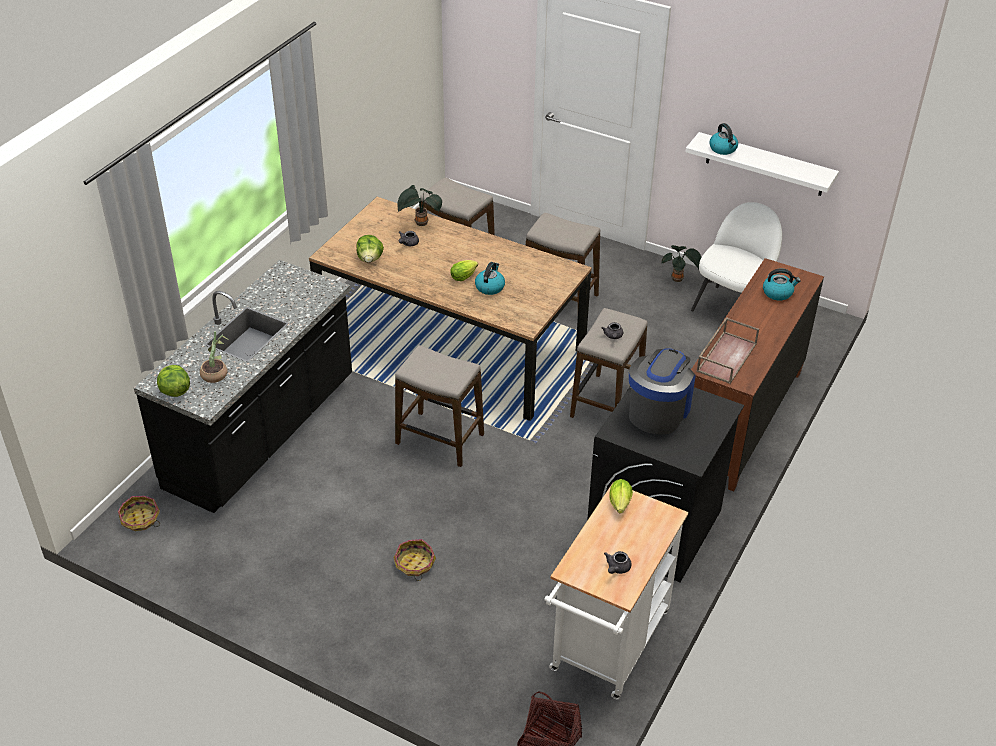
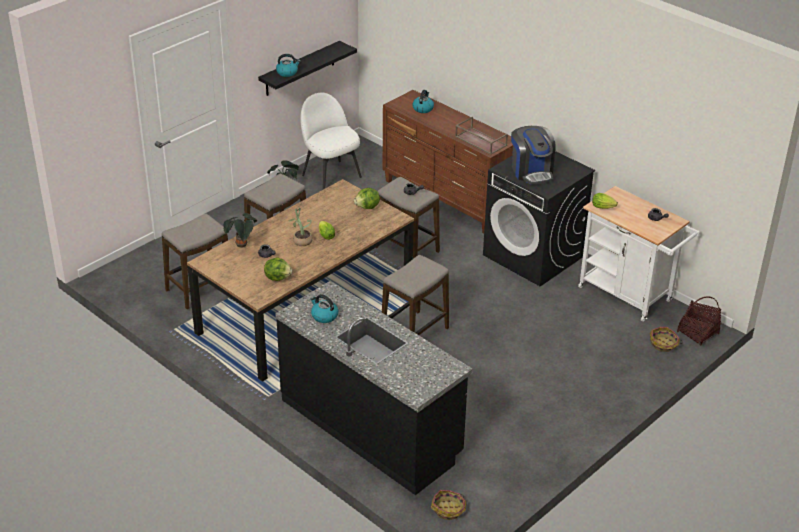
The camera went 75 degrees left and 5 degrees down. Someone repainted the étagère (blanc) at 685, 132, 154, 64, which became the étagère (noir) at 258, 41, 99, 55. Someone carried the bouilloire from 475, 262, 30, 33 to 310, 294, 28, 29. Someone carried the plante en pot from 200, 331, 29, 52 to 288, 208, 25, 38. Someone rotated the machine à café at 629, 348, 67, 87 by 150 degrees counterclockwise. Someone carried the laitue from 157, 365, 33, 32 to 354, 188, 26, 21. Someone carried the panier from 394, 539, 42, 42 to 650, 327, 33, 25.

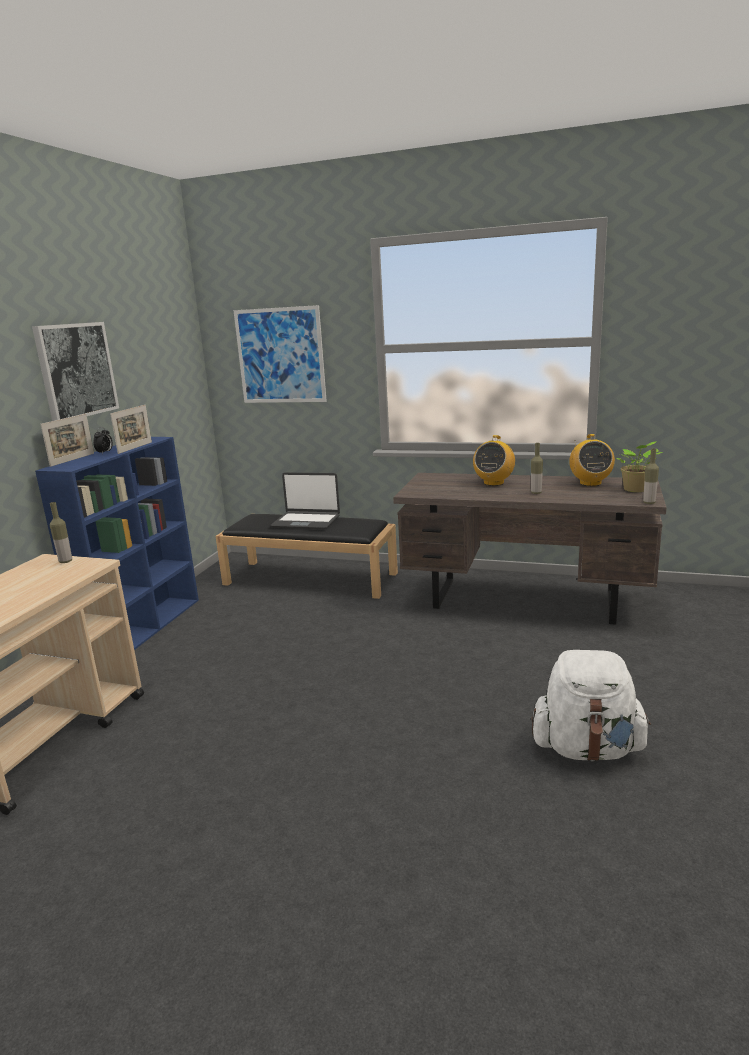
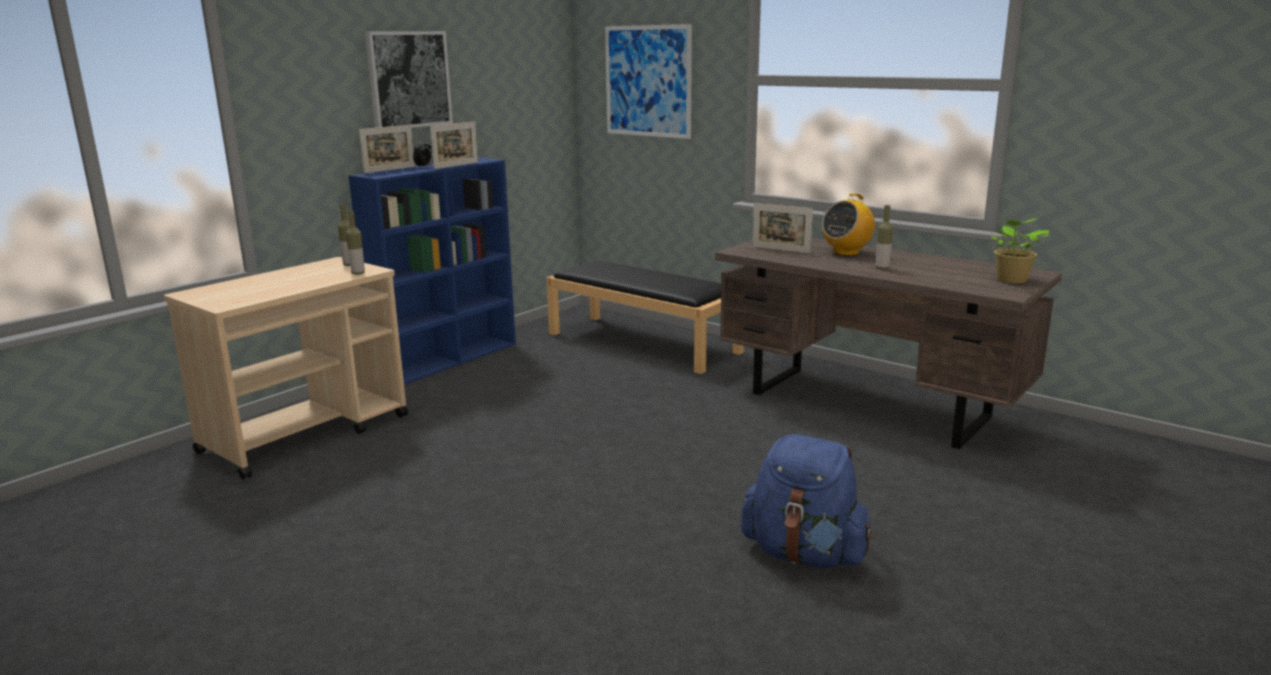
The camera went 20 degrees right and 0 degrees up. Someone took away the radio at 569, 434, 46, 52. Someone carried the bouteille from 643, 448, 16, 56 to 346, 210, 19, 65. Someone took away the ordinateur portable at 270, 472, 70, 58. Someone repainted the sac à dos (blanc) at 531, 650, 120, 111, which became the sac à dos (bleu) at 741, 434, 133, 134. Someone put down the cadre photo at 752, 203, 61, 50.

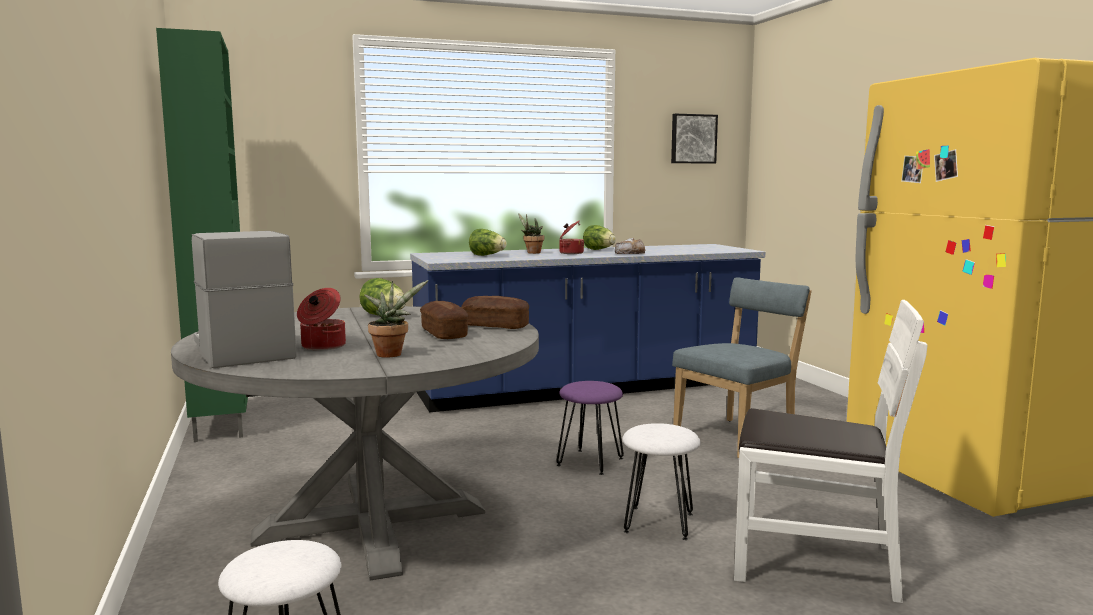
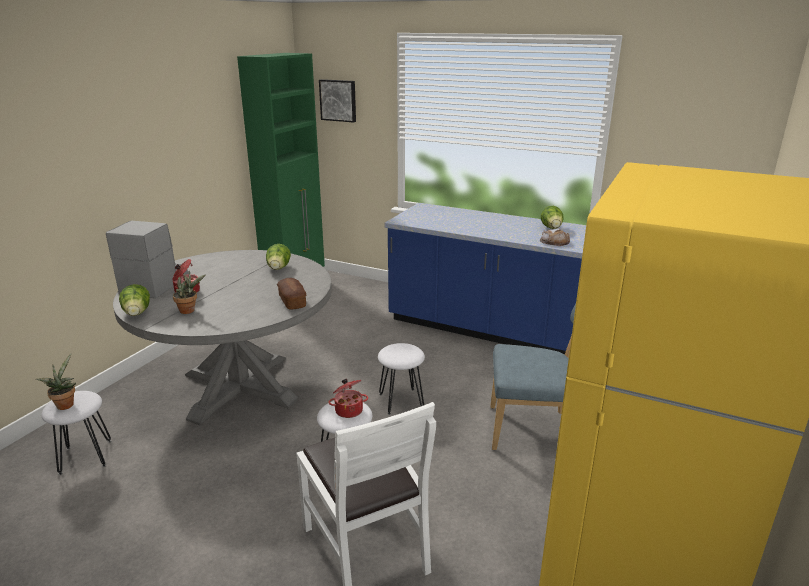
The camera went 45 degrees right and 15 degrees up. Someone carried the tableau from 671, 114, 47, 50 to 319, 79, 37, 44. Someone carried the plante en pot from 518, 213, 26, 41 to 36, 354, 40, 56. Someone carried the marmite from 559, 221, 25, 33 to 329, 379, 39, 39. Someone carried the laitue from 469, 229, 38, 27 to 119, 284, 31, 32. Someone took away the pain at 420, 301, 49, 38. Someone repainted the tabouret (violet) at 556, 381, 68, 94, which became the tabouret (blanc) at 378, 343, 47, 72.

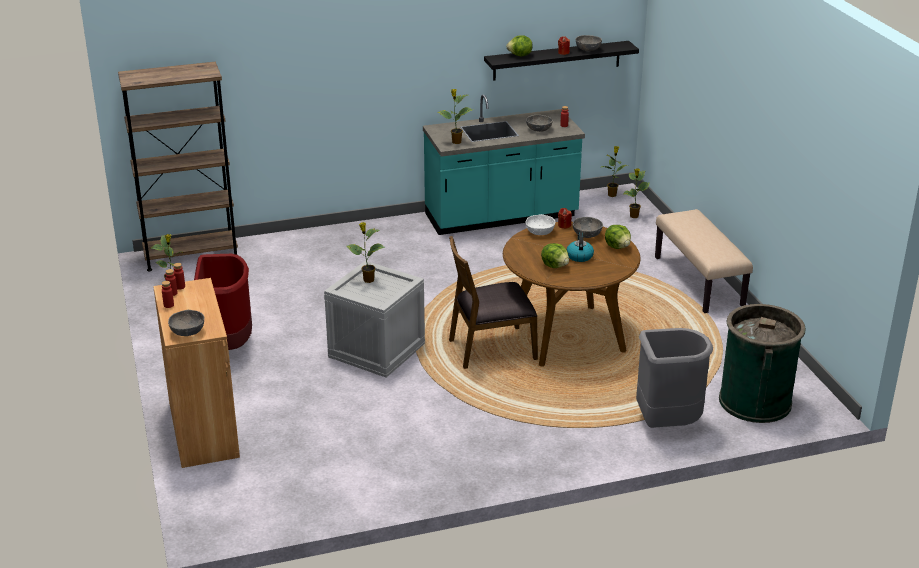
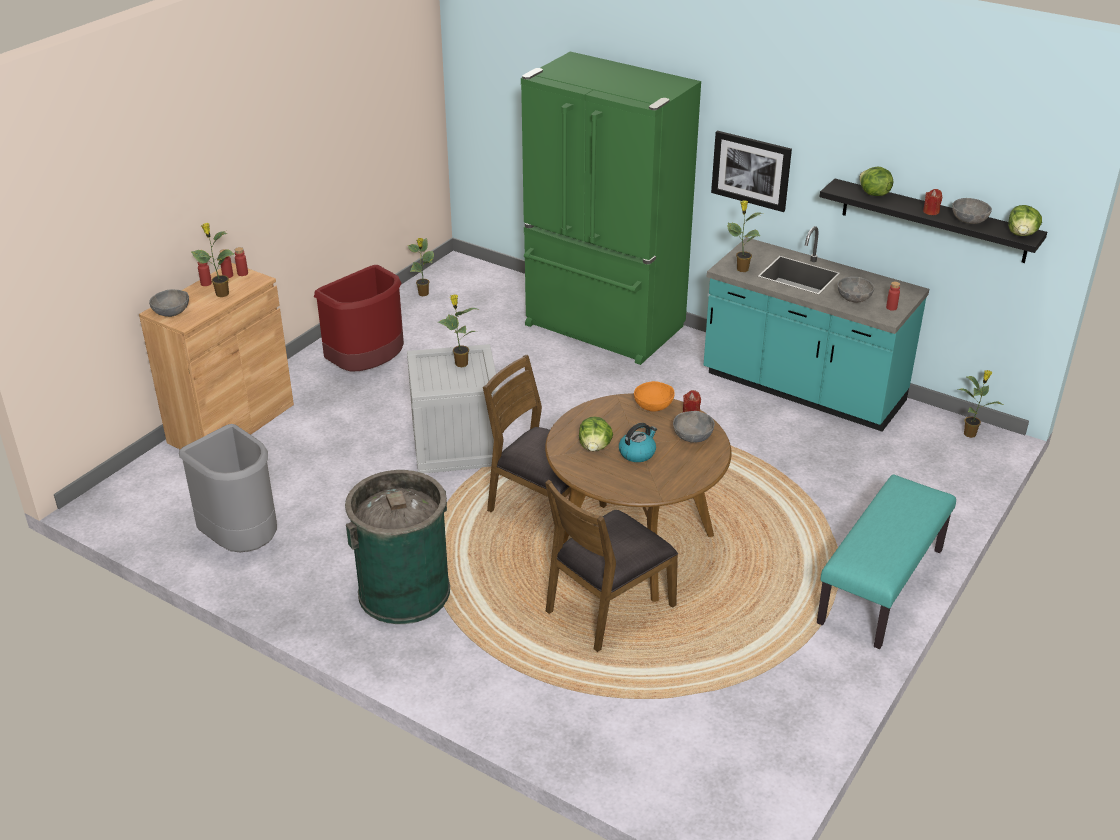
The camera went 50 degrees right and 5 degrees up. Someone took away the bibliothèque (marron) at 118, 62, 120, 209. Someone carried the plante en pot from 623, 168, 27, 50 to 191, 223, 43, 74. Someone repainted the banc (beige) at 655, 209, 98, 104, which became the banc (turquoise) at 817, 474, 139, 175. Someone repainted the bol (blanc) at 526, 214, 29, 21, which became the bol (orange) at 634, 381, 41, 31. Someone carried the laitue from 605, 225, 26, 24 to 1009, 205, 33, 31. Someone carried the poubelle (vert) from 719, 304, 87, 119 to 345, 470, 105, 154. Someone carried the poubelle (gris) from 636, 328, 77, 100 to 179, 424, 98, 128. Someone put down the réfrigérateur (vert) at 521, 52, 180, 313. Someone put up the tableau at 711, 131, 81, 81. Someone put down the chaise (marron) at 545, 480, 133, 172.

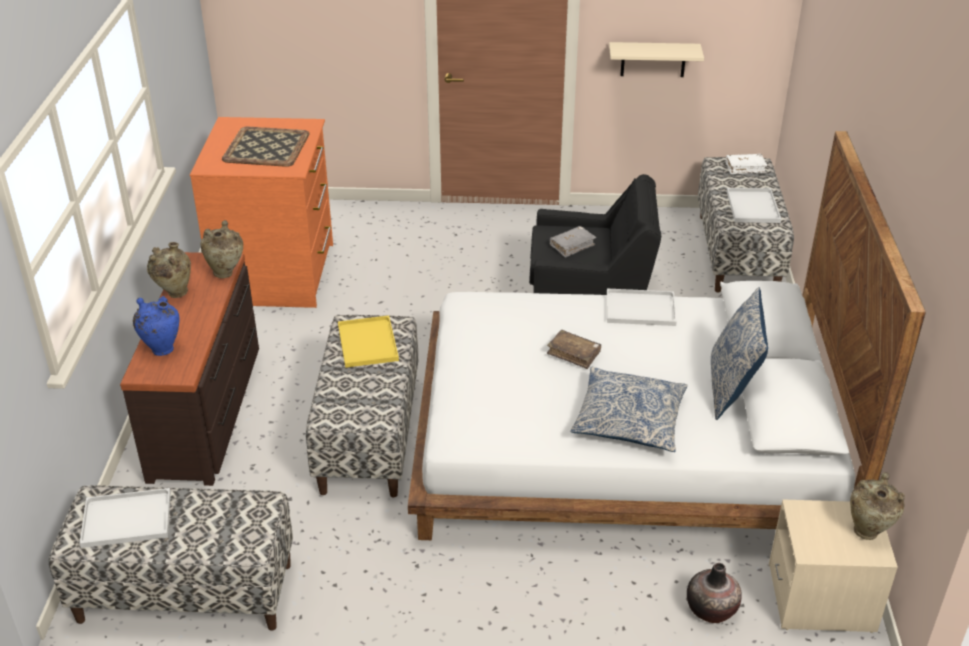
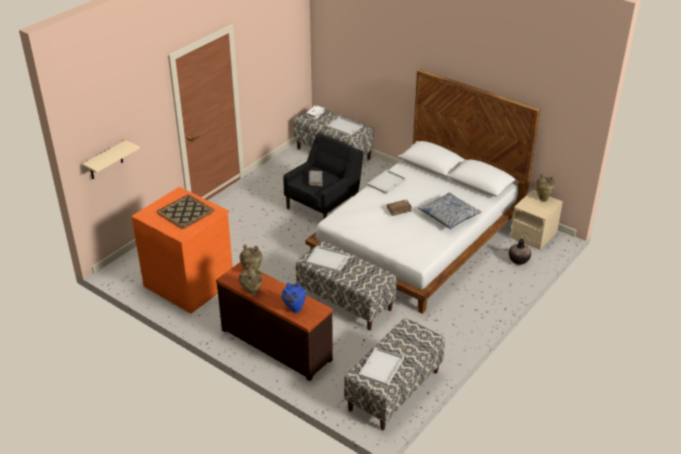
The camera went 55 degrees left and 0 degrees up. Someone carried the étagère (beige) from 609, 42, 95, 35 to 82, 140, 58, 39. Someone took away the coussin at 711, 287, 57, 133. Someone repainted the plateau (jaune) at 338, 315, 61, 53, which became the plateau (blanc) at 306, 246, 44, 26.

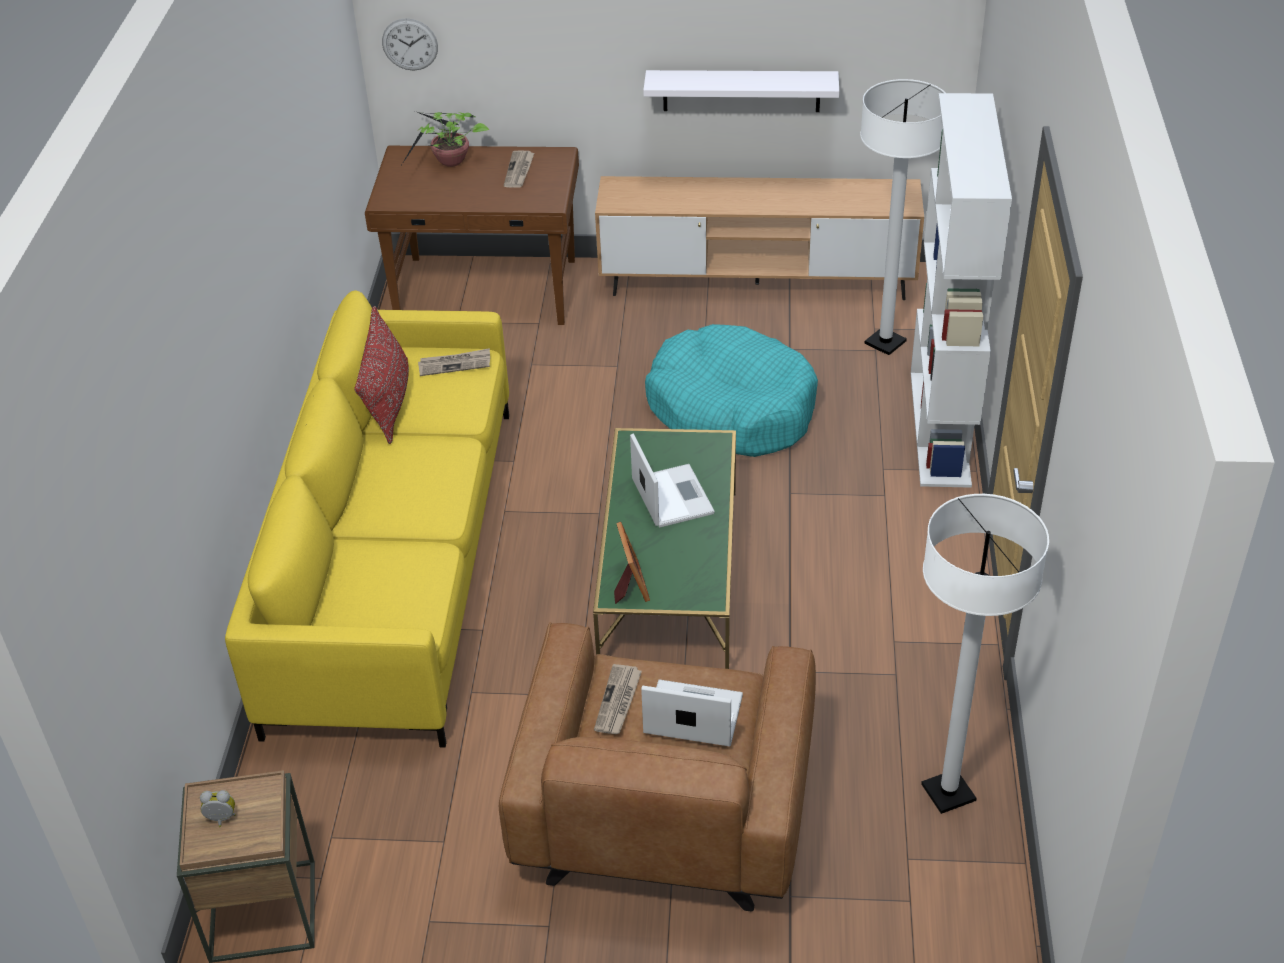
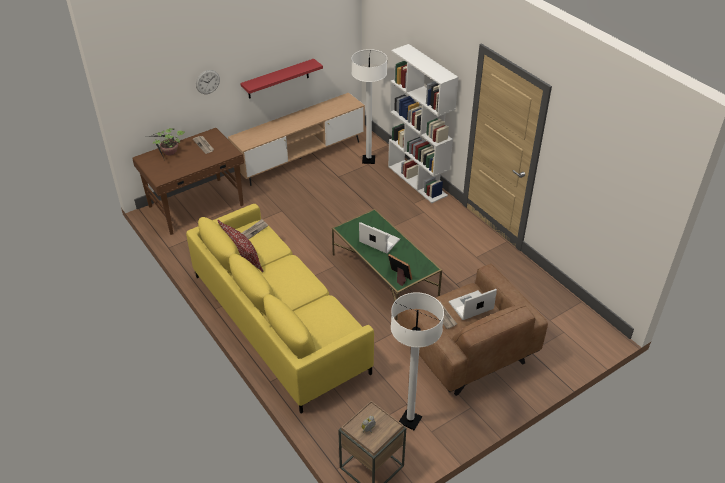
The camera went 40 degrees left and 0 degrees up. Someone carried the horloge murale from 382, 18, 56, 53 to 196, 70, 24, 24. Someone repainted the étagère (blanc) at 643, 70, 196, 42, which became the étagère (rouge) at 240, 59, 83, 40. Someone took away the panier pour chien (turquoise) at 645, 324, 173, 133. Someone carried the lampadaire (blanc) from 921, 494, 128, 320 to 391, 292, 53, 138.

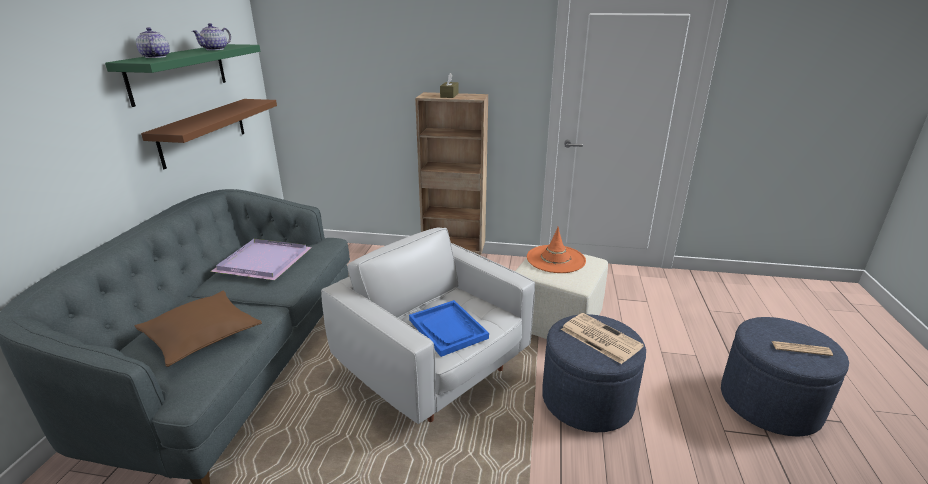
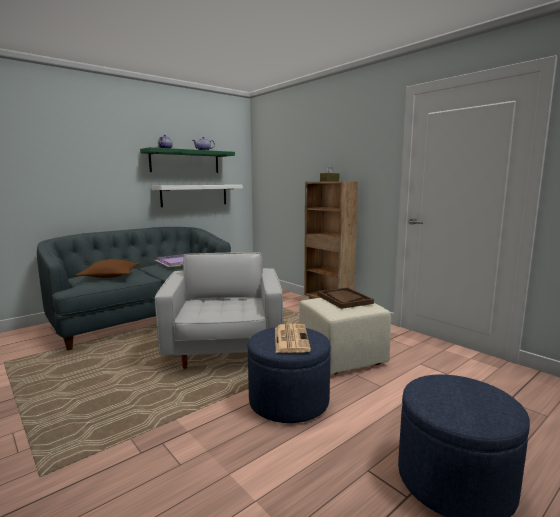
The camera went 40 degrees right and 15 degrees down. Someone repainted the étagère (marron) at 141, 99, 136, 70, which became the étagère (blanc) at 152, 185, 91, 22. Someone swapped the chapeau (orange) at 527, 227, 59, 46 for the plateau (marron) at 317, 287, 57, 22. Someone took away the plateau (bleu) at 409, 300, 80, 57. Someone took away the journal at 772, 341, 61, 15.

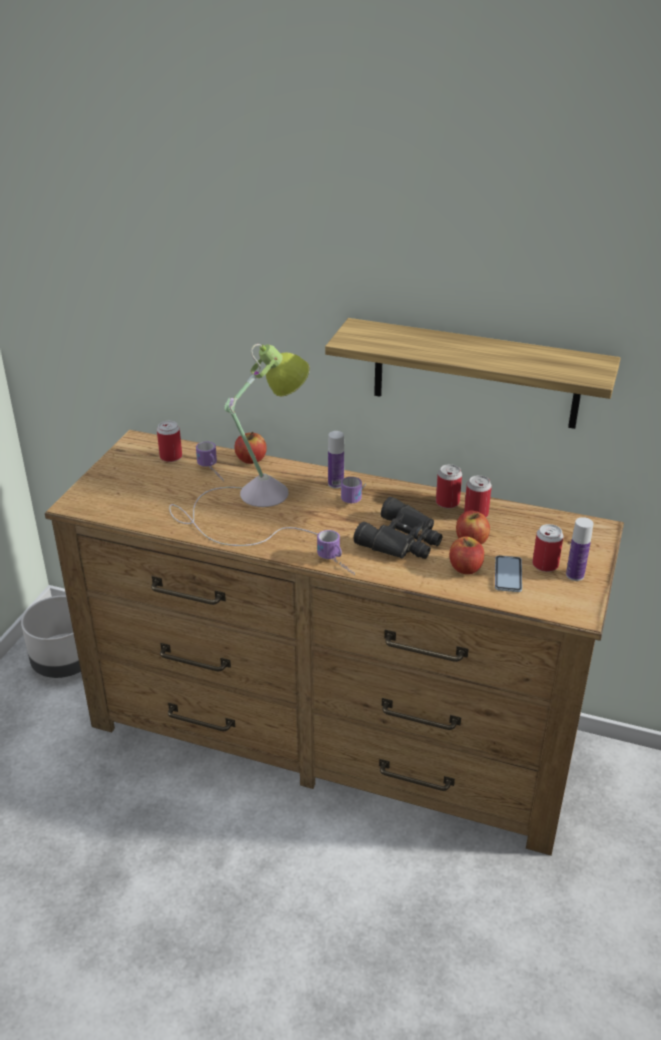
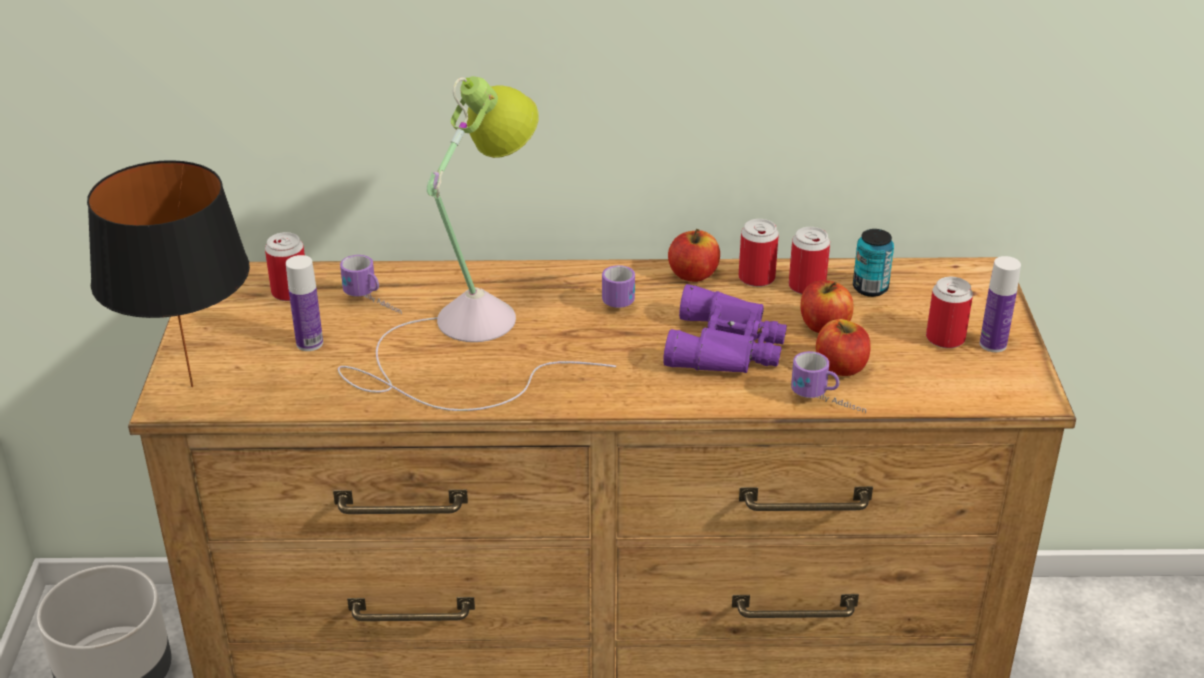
The camera went 20 degrees left and 0 degrees up. Someone took away the étagère at 325, 318, 296, 111. Someone carried the bouteille from 328, 431, 16, 58 to 286, 255, 37, 96. Someone carried the pomme from 234, 432, 33, 32 to 668, 229, 52, 53. Someone repainted the jumelles (noir) at 353, 497, 89, 62, which became the jumelles (violet) at 663, 284, 124, 89. Someone carried the mug from 317, 530, 38, 45 to 791, 351, 75, 62. Someone took away the téléphone at 495, 555, 27, 37. Someone put down the lampe de table (noir) at 87, 160, 163, 227. Someone put down the boîte métallique at 853, 229, 41, 68.

